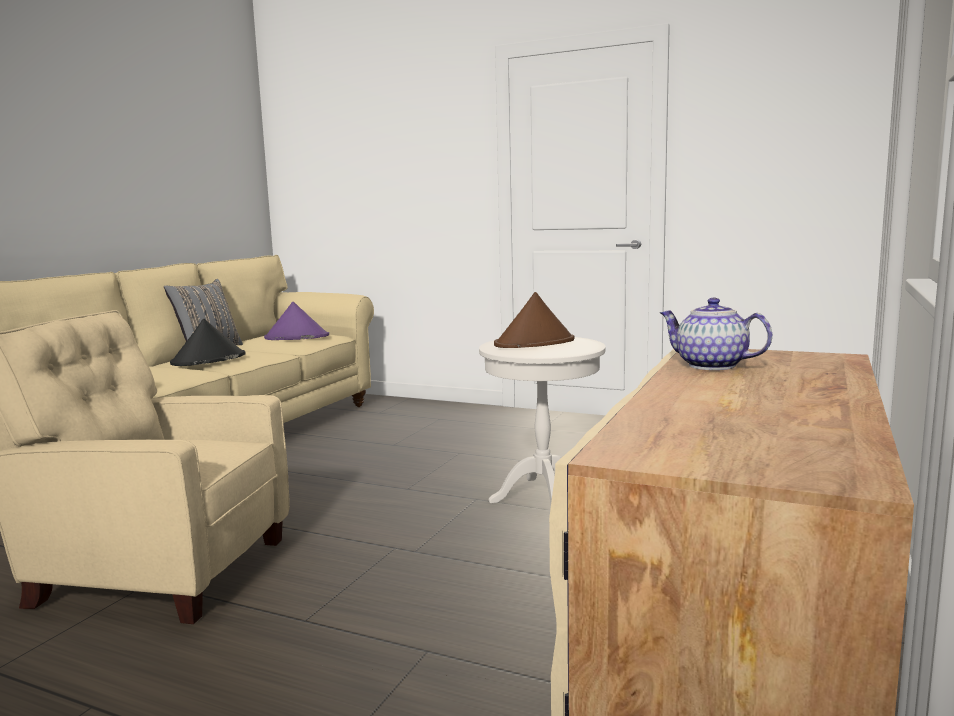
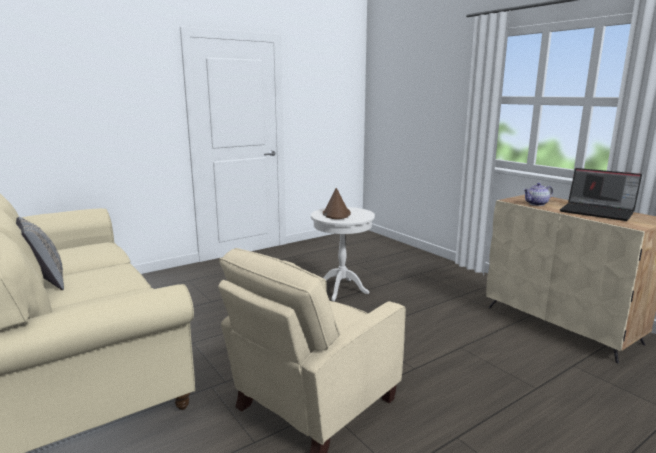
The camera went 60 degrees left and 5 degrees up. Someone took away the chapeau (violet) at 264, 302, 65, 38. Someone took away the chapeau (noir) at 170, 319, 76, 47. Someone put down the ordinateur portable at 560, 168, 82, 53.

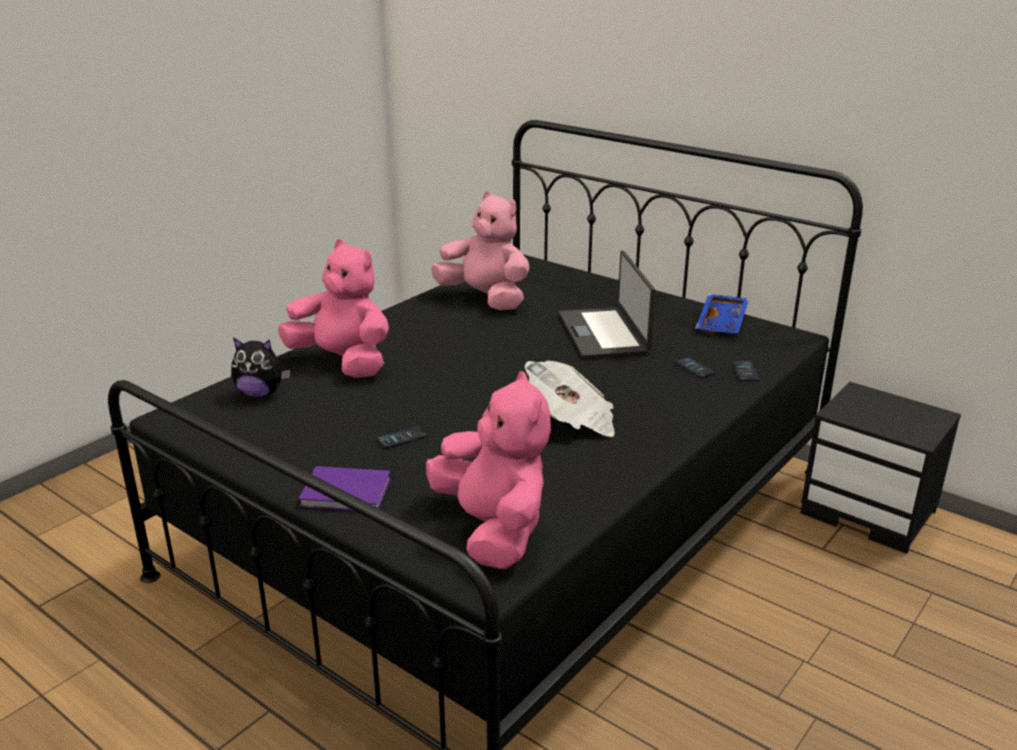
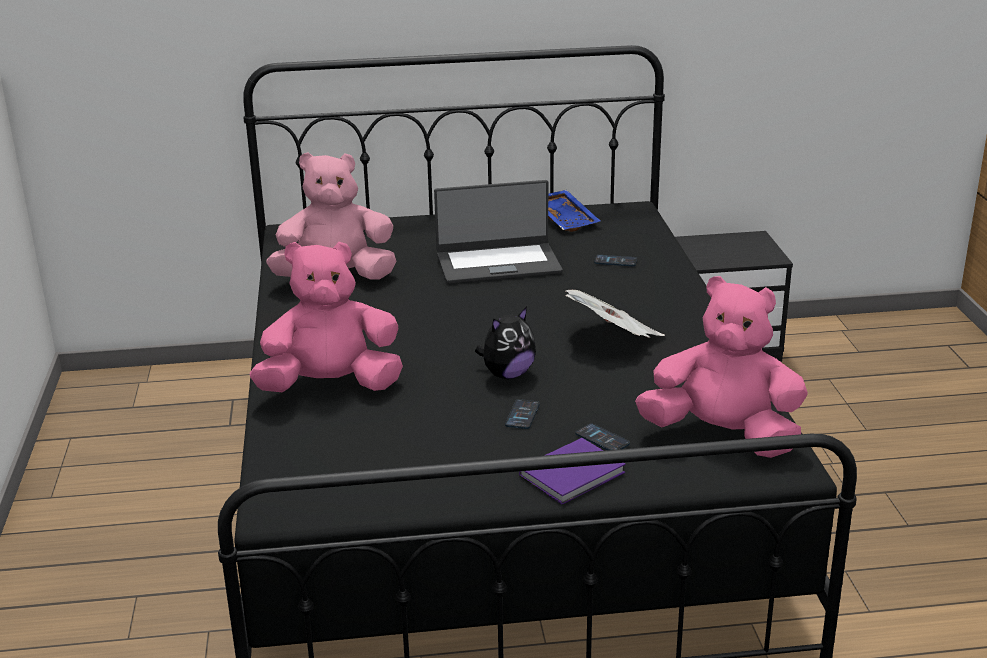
The camera went 45 degrees left and 0 degrees up. Someone rotated the ordinateur portable at 559, 251, 96, 108 by 45 degrees counterclockwise. Someone carried the peluche from 231, 338, 59, 60 to 475, 307, 61, 72. Someone carried the téléphone from 732, 361, 28, 20 to 575, 423, 55, 27.

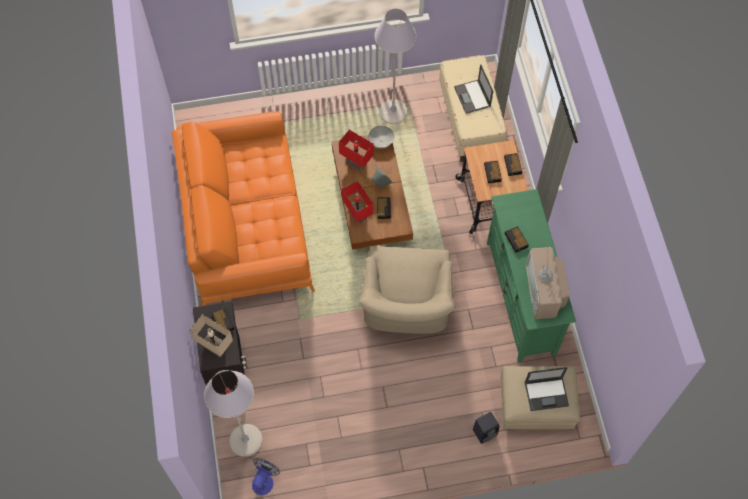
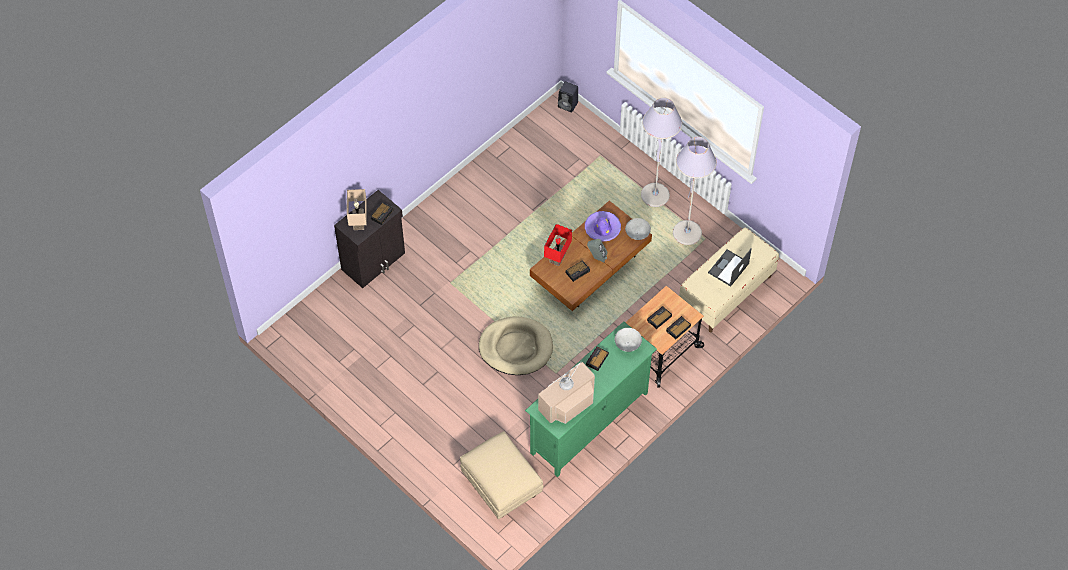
The camera went 55 degrees right and 5 degrees down. Someone took away the canapé (orange) at 172, 111, 143, 195. Someone swapped the lampe de table (rouge) at 339, 130, 35, 41 for the chapeau (violet) at 585, 211, 36, 31. Someone swapped the fauteuil (beige) at 359, 246, 95, 88 for the panier pour chien (beige) at 479, 316, 74, 59. Someone took away the ordinateur portable at 525, 367, 44, 44. Someone carried the lampadaire (gris) from 204, 370, 59, 87 to 641, 97, 41, 110. Someone carried the enceinte (noir) from 473, 412, 26, 32 to 558, 81, 20, 31. Someone took away the ventilateur at 252, 458, 28, 37. Someone put down the bol (gris) at 615, 328, 27, 24.

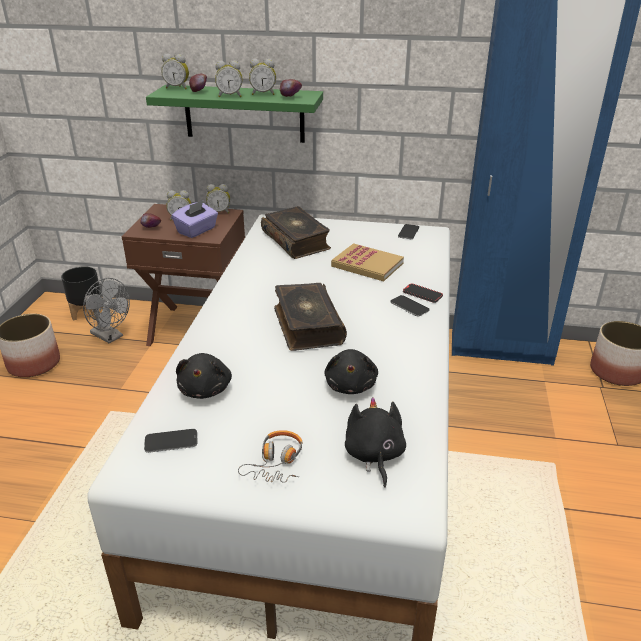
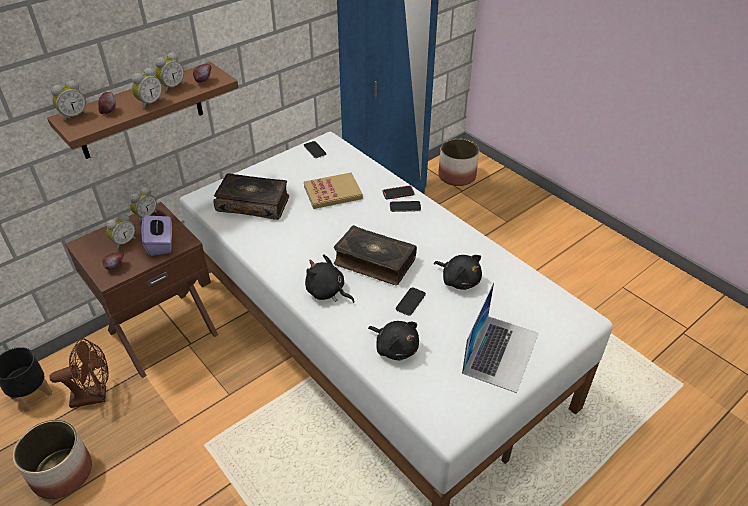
The camera went 50 degrees left and 10 degrees up. Someone repainted the étagère (vert) at 146, 85, 177, 58, which became the étagère (marron) at 47, 62, 191, 97. Someone repainted the ventilateur (gris) at 83, 278, 47, 66, which became the ventilateur (marron) at 49, 338, 60, 70. Someone carried the peluche (noir) from 345, 397, 61, 91 to 305, 254, 50, 49. Someone carried the téléphone from 144, 429, 54, 24 to 396, 287, 30, 29. Someone swapped the casque audio at 238, 430, 65, 53 for the ordinateur portable at 462, 282, 77, 111.

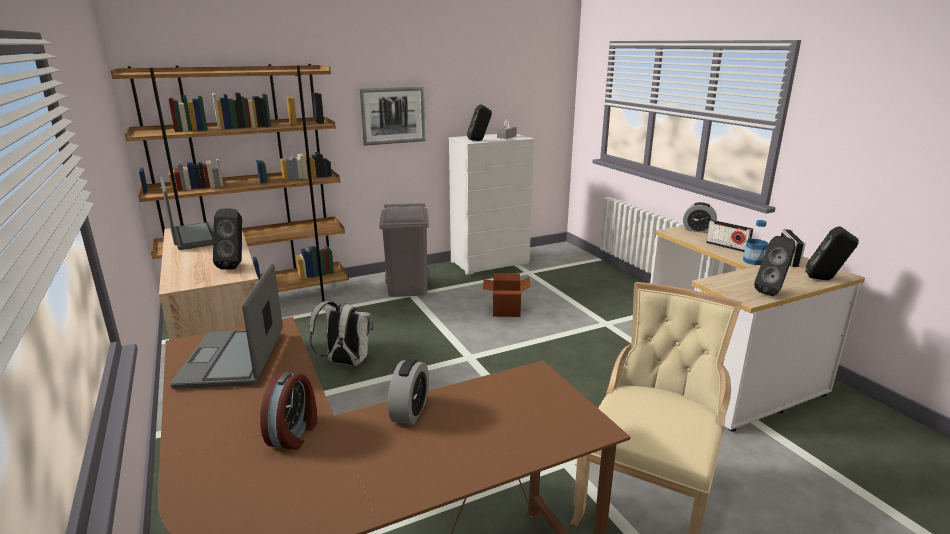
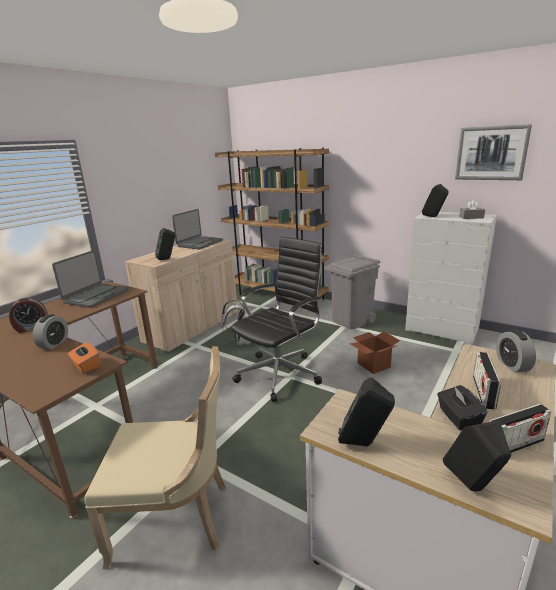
The camera went 60 degrees right and 0 degrees up. Someone carried the tableau from 359, 87, 67, 59 to 455, 124, 77, 56. Someone swapped the bouteille at 743, 220, 26, 45 for the boîte à mouchoirs (noir) at 437, 385, 50, 45. Someone rotated the ordinateur portable at 170, 263, 113, 126 by 150 degrees clockwise. Someone rotated the réveil at 388, 359, 41, 66 by 60 degrees counterclockwise. Someone put down the chaise de bureau (noir) at 231, 237, 92, 165. Someone put down the boîte à mouchoirs (orange) at 68, 342, 32, 31.

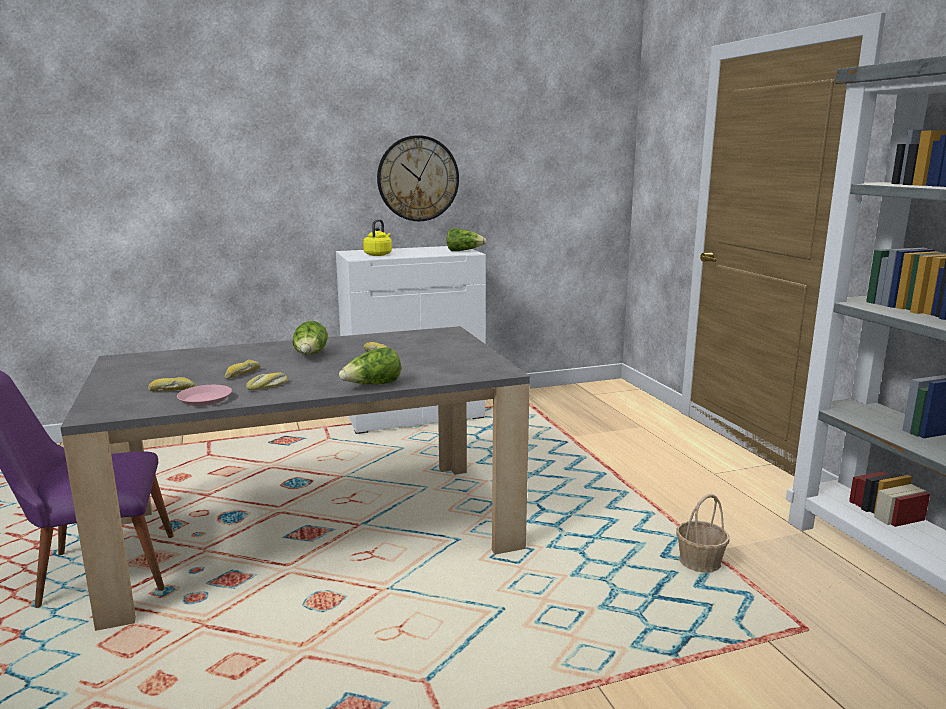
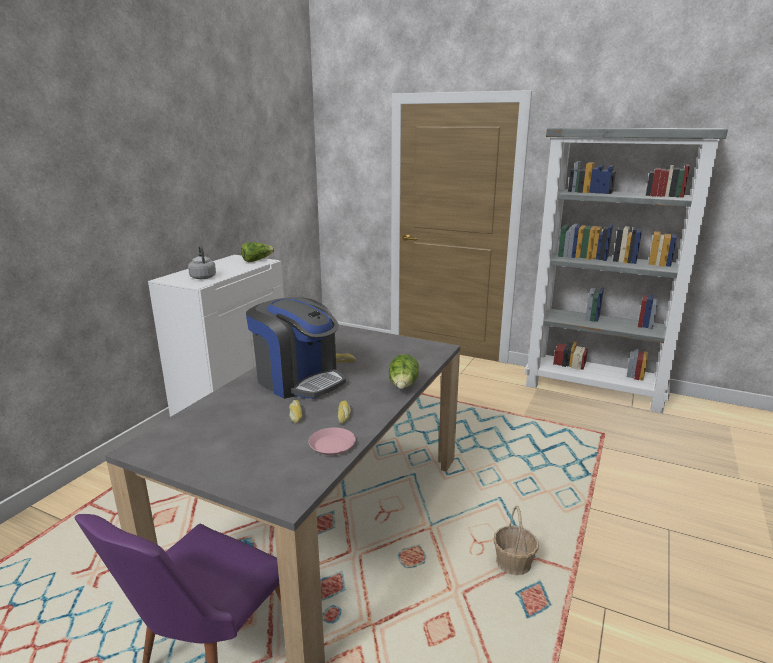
The camera went 45 degrees left and 5 degrees up. Someone took away the horloge murale at 377, 135, 82, 86. Someone repainted the bouilloire (jaune) at 363, 219, 29, 37, which became the bouilloire (gris) at 188, 245, 28, 34. Someone swapped the laitue at 292, 321, 36, 34 for the machine à café at 246, 297, 100, 102. Someone took away the pain at 148, 377, 48, 14. Someone carried the panier from 676, 494, 54, 79 to 493, 506, 46, 69.

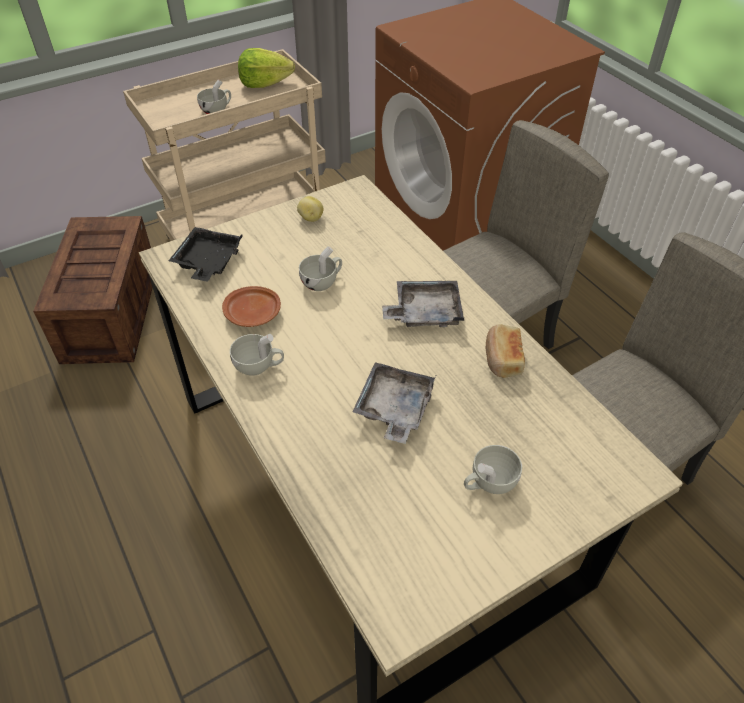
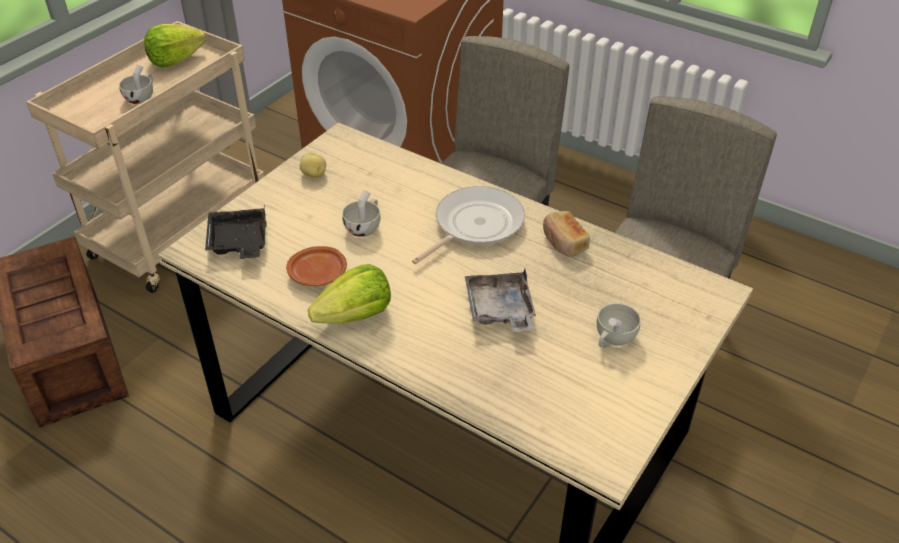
The camera went 25 degrees left and 5 degrees down. Someone swapped the plateau (gris) at 382, 281, 82, 46 for the poêle at 412, 186, 113, 78. Someone swapped the tasse (blanc) at 230, 334, 54, 42 for the laitue at 308, 264, 83, 60.

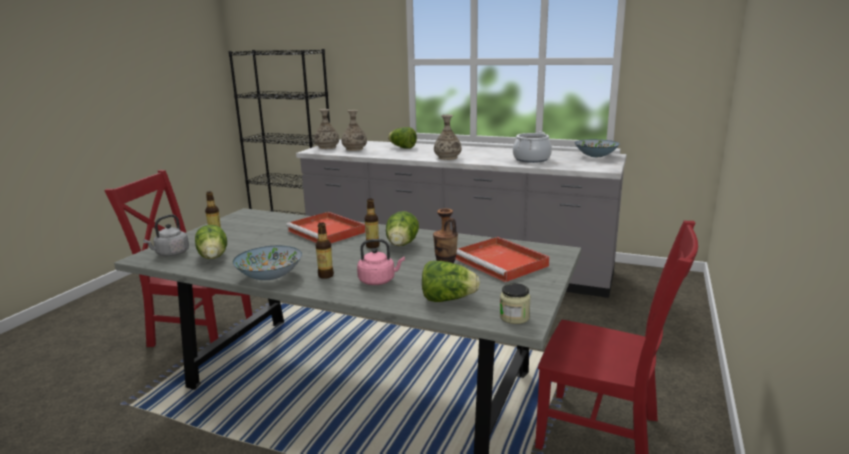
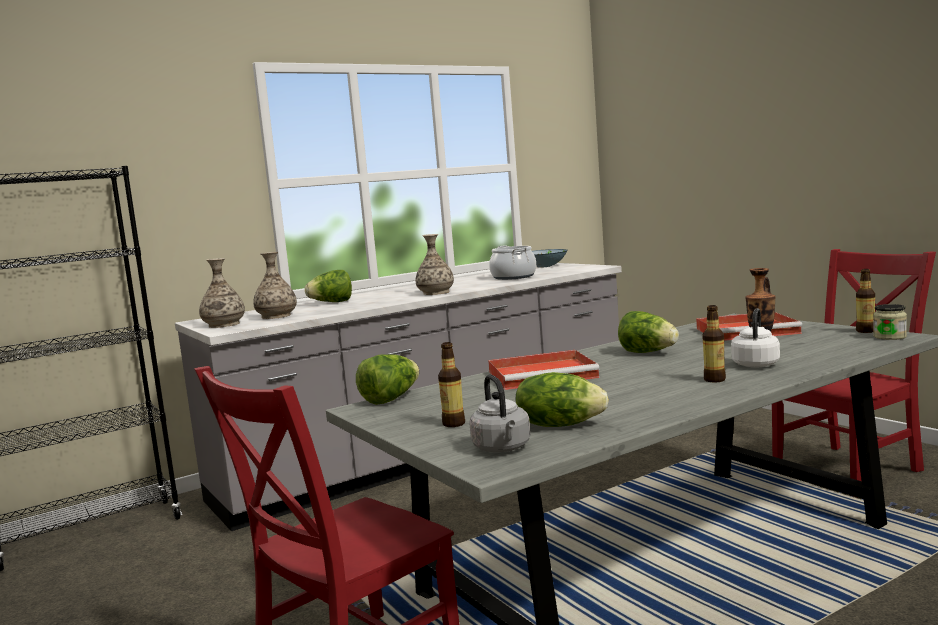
The camera went 55 degrees left and 10 degrees down. Someone carried the bouteille from 365, 199, 15, 49 to 856, 269, 19, 64. Someone repainted the bouilloire (rose) at 357, 239, 48, 46, which became the bouilloire (blanc) at 731, 308, 49, 60. Someone took away the bol at 233, 246, 69, 34. Someone carried the laitue from 422, 261, 58, 41 to 356, 354, 63, 51.

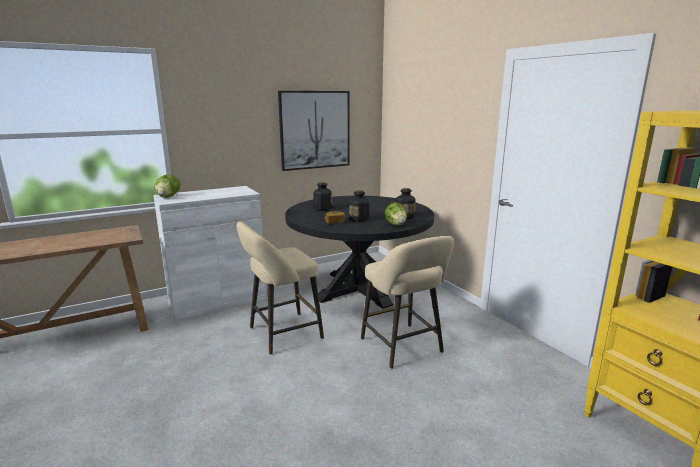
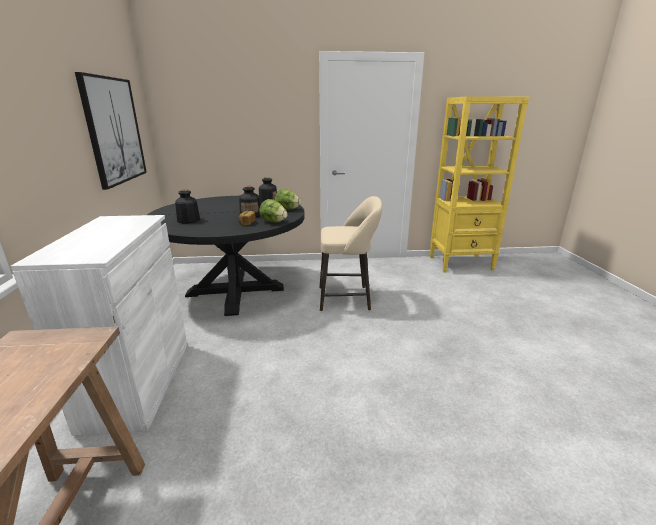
The camera went 65 degrees left and 5 degrees up. Someone carried the laitue from 155, 174, 26, 24 to 259, 199, 28, 24. Someone took away the tabouret (beige) at 236, 221, 88, 134.

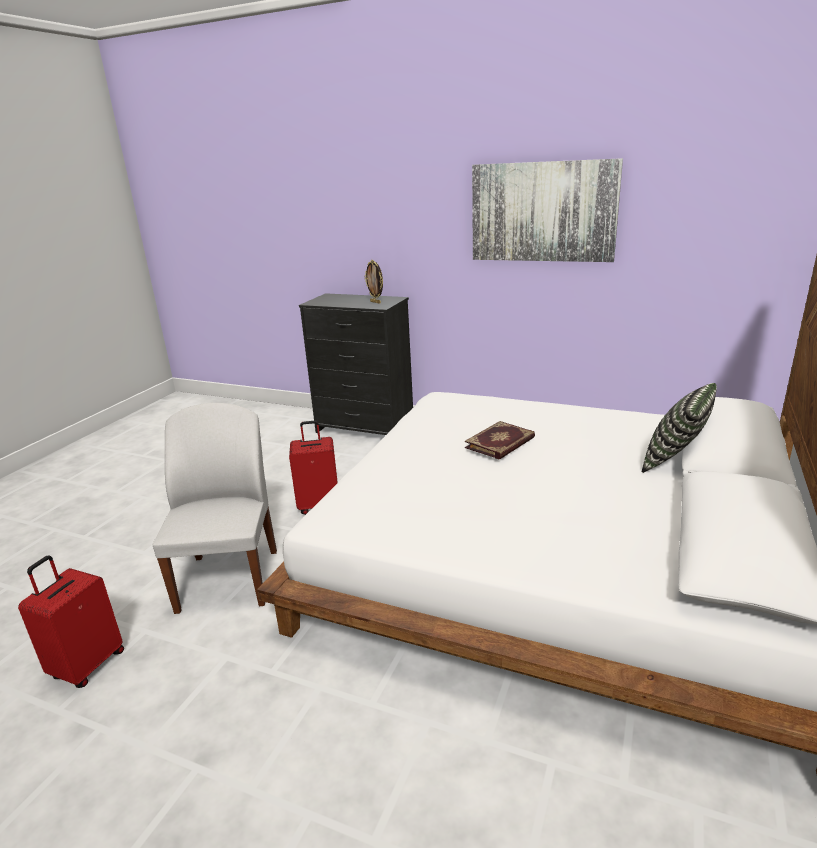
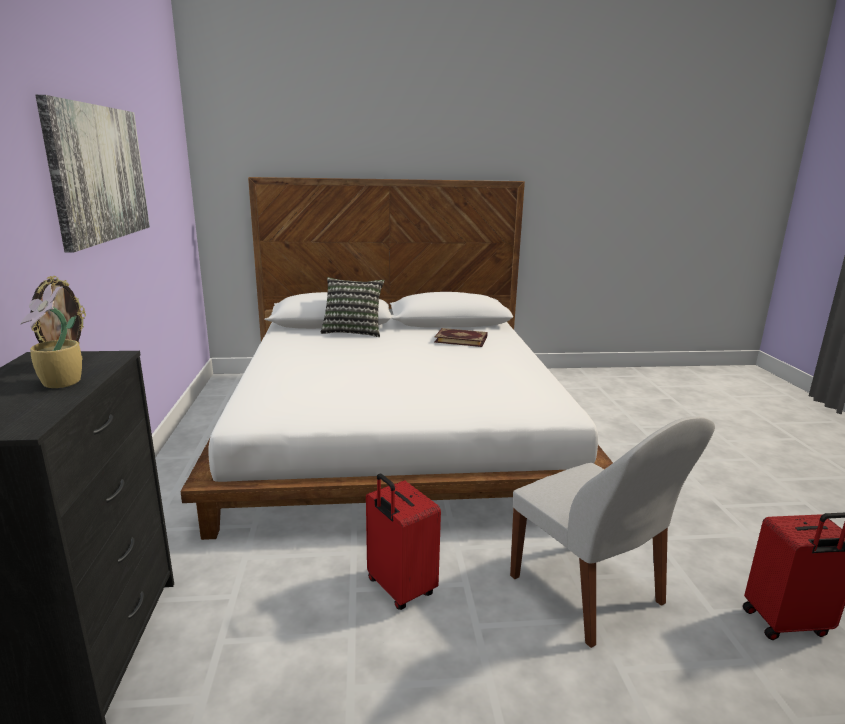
The camera went 120 degrees left and 5 degrees down. Someone rotated the chaise (blanc) at 153, 403, 124, 211 by 90 degrees counterclockwise. Someone carried the livre from 465, 421, 70, 38 to 434, 328, 53, 19. Someone put down the plante en pot at 21, 284, 61, 104.

